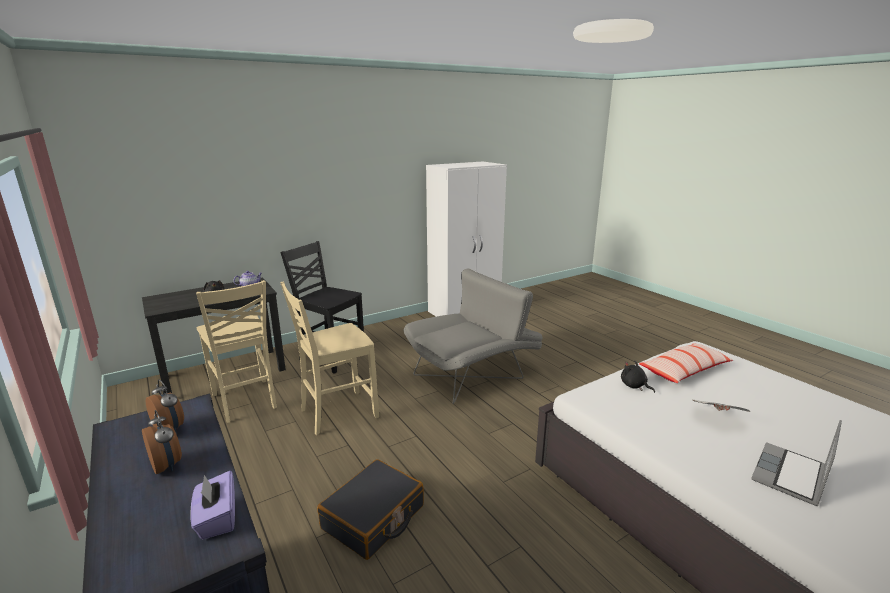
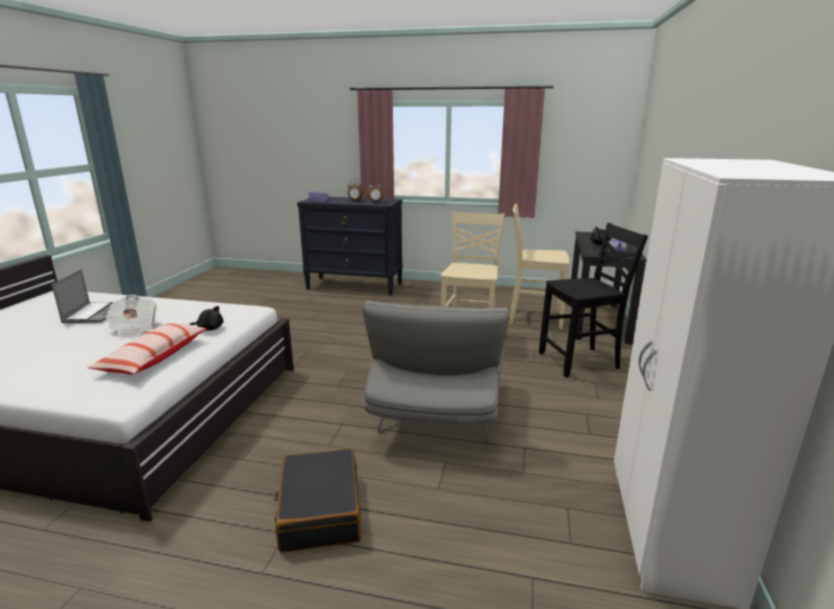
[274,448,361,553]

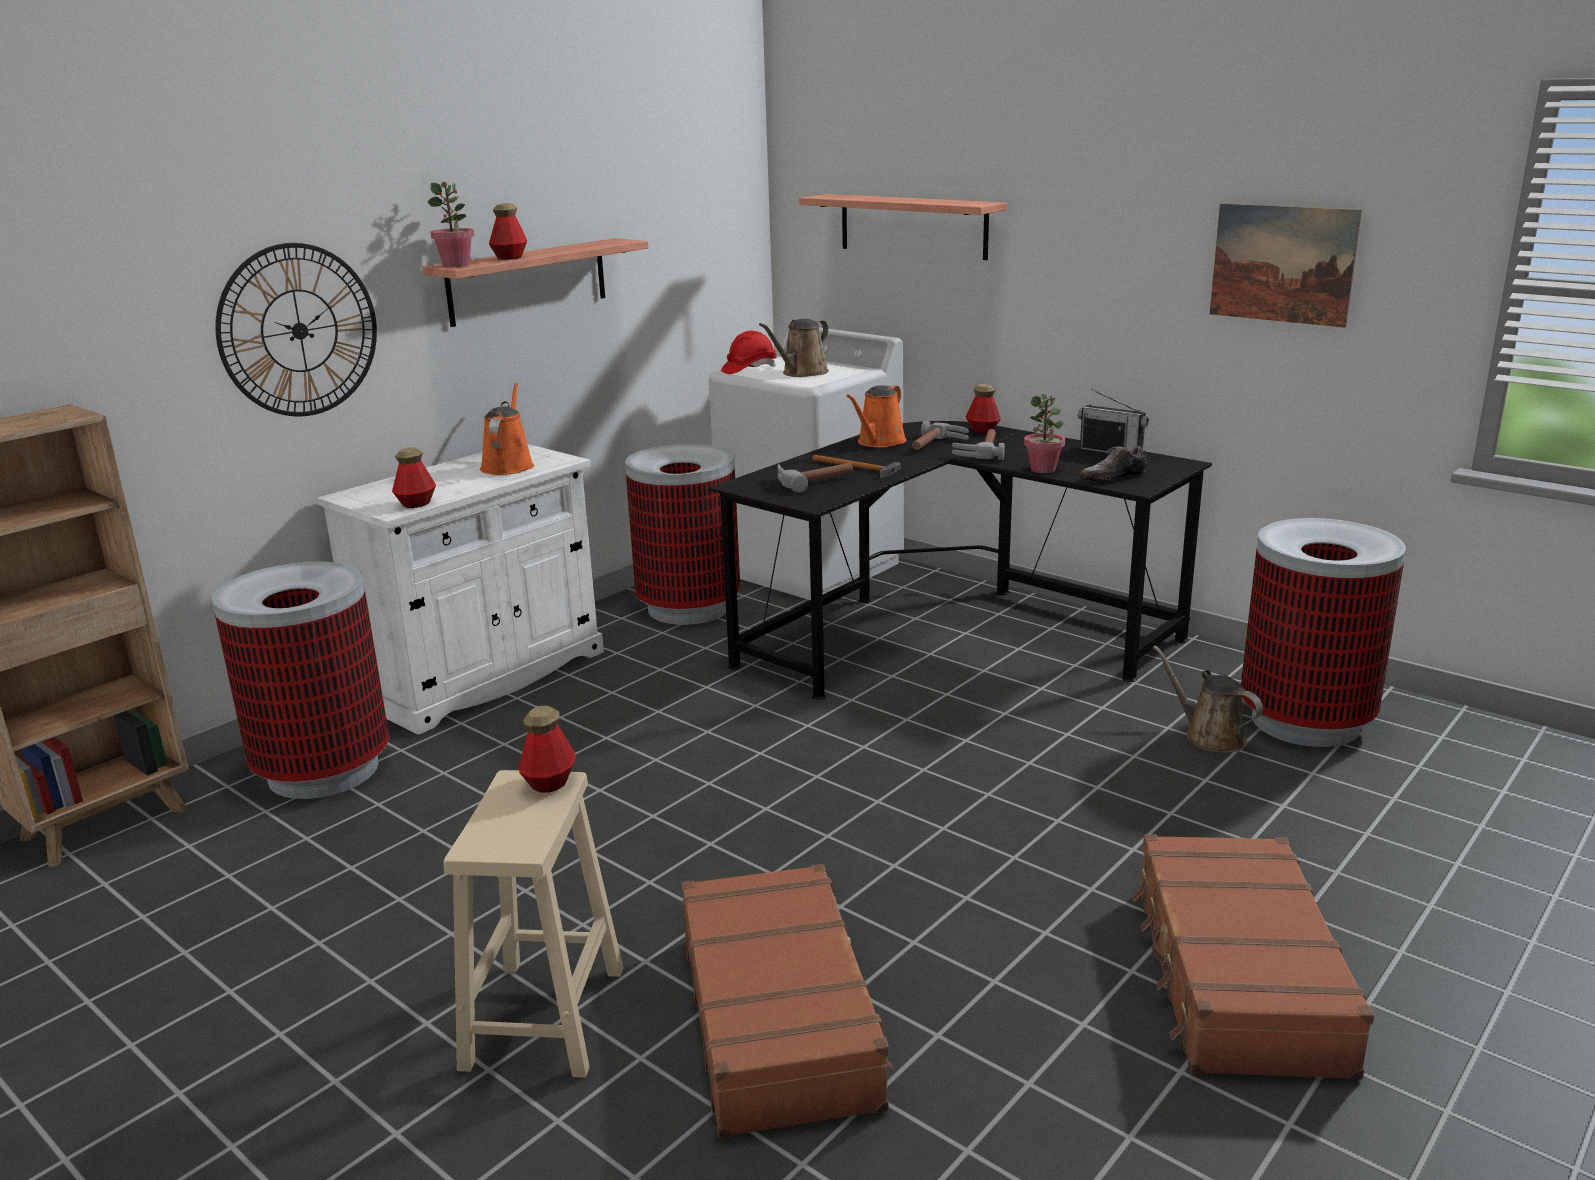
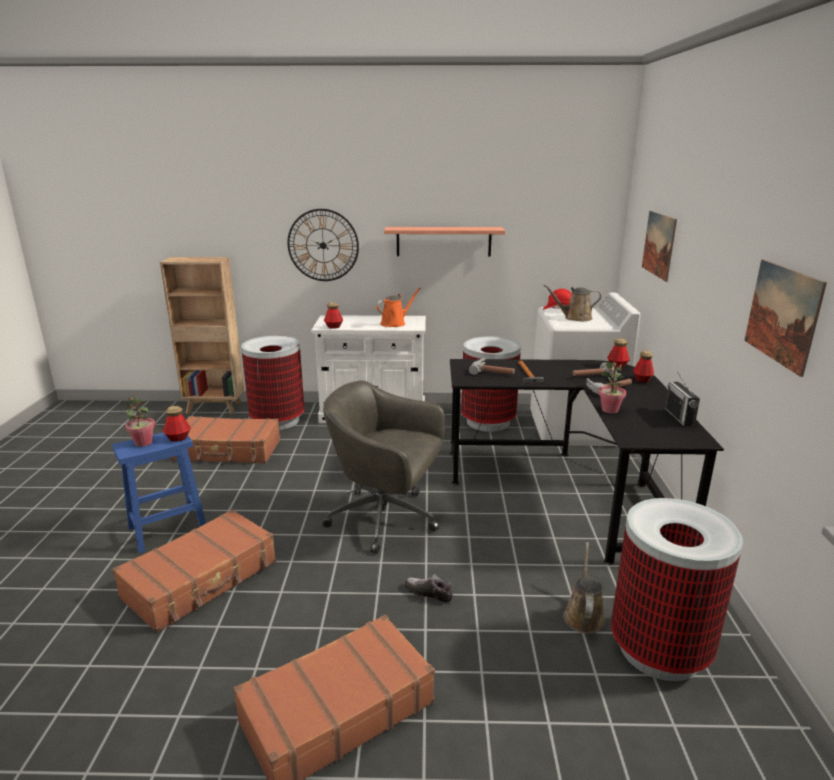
[112,432,206,553]
[125,394,155,447]
[171,416,280,464]
[323,381,445,554]
[405,574,453,602]
[607,338,630,368]
[642,211,677,282]
[847,385,906,448] (first image)

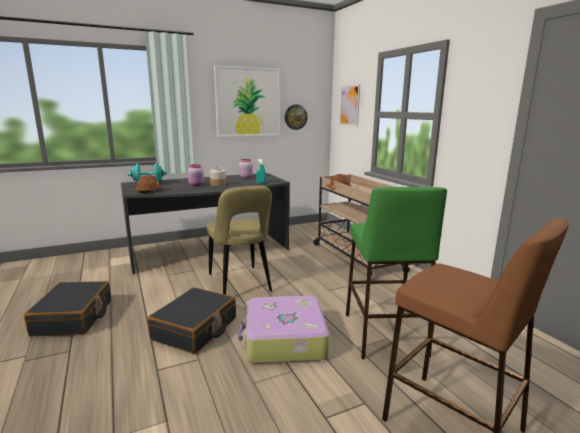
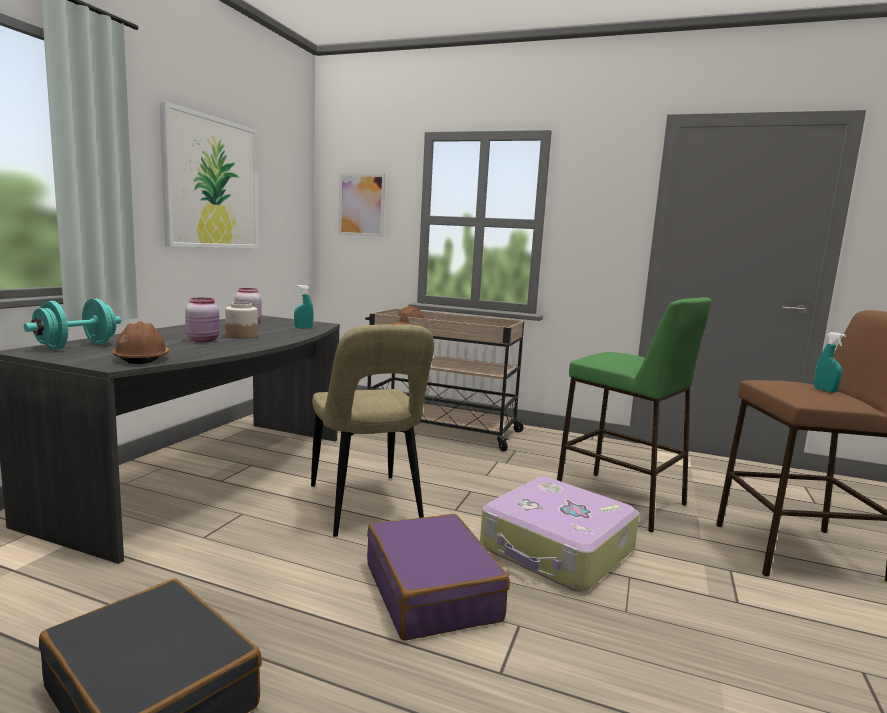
[311,324,434,537]
[367,514,510,641]
[814,332,846,393]
[285,104,308,130] (first image)

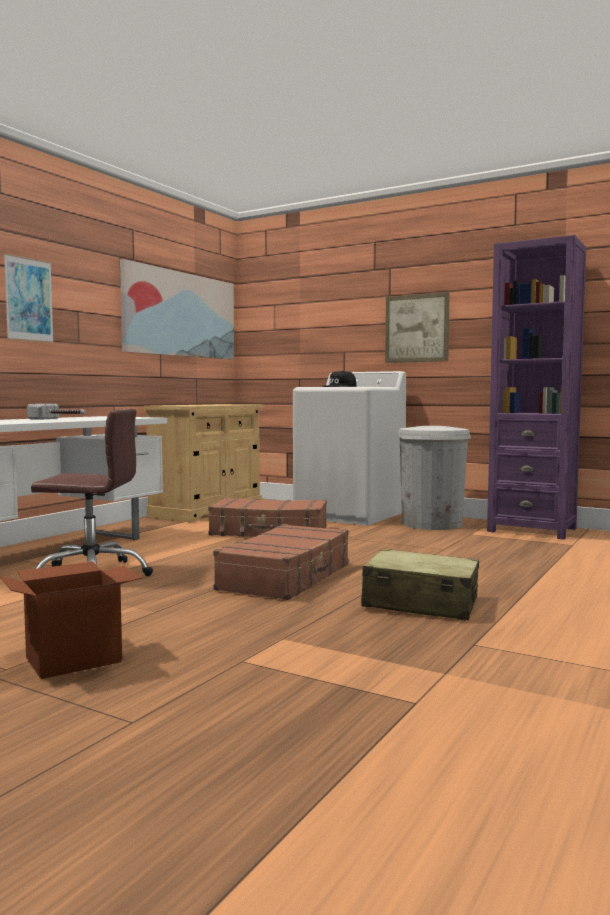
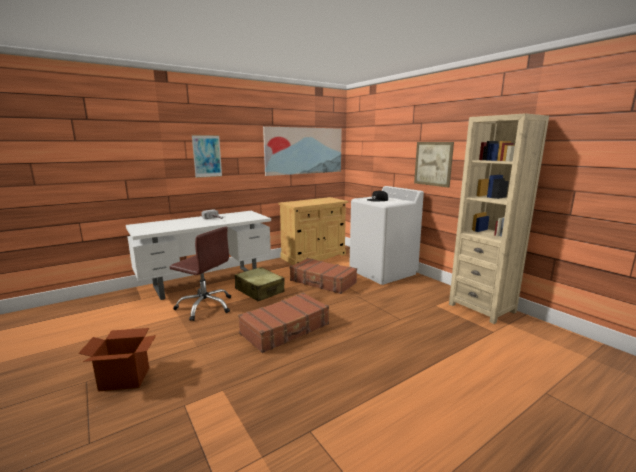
[235,267,285,301]
[449,113,549,324]
[397,426,471,530] (first image)

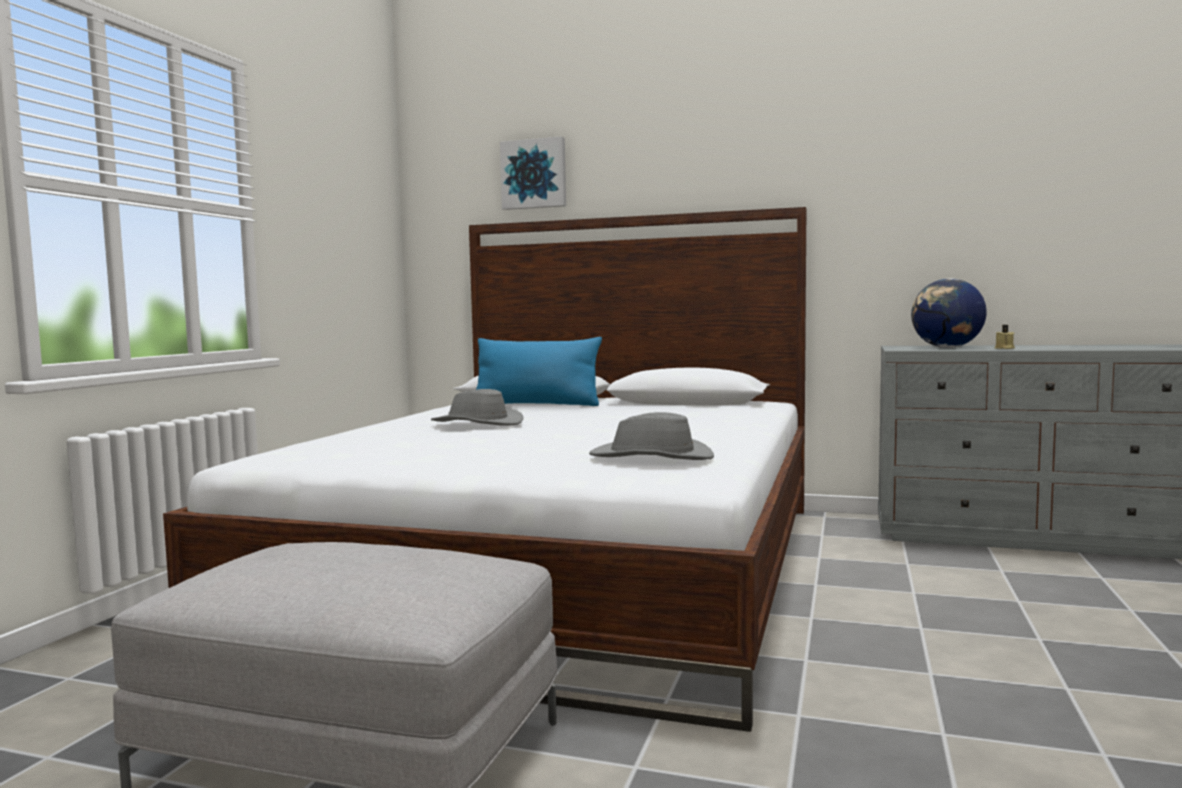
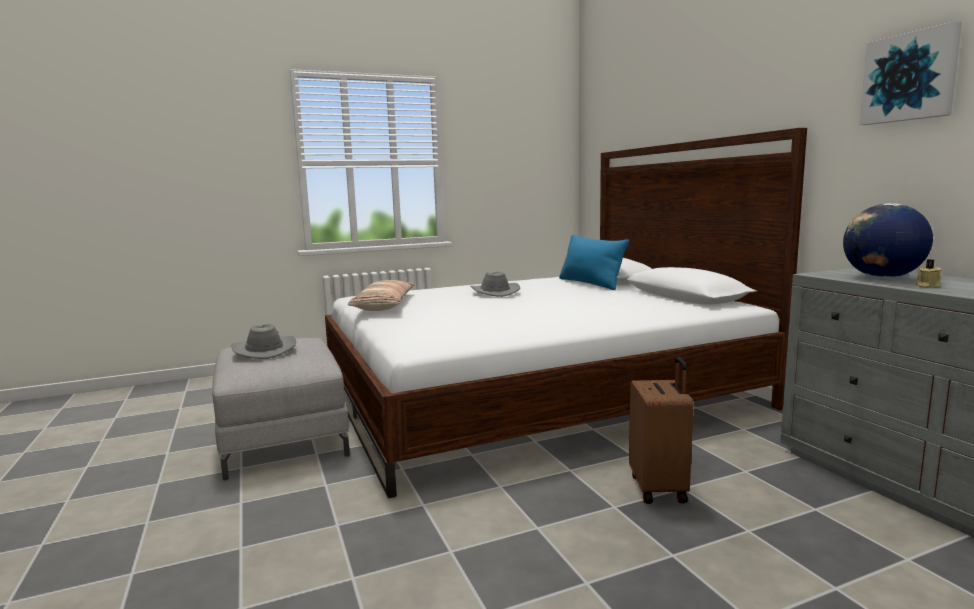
[231,324,296,359]
[348,280,414,311]
[629,357,693,504]
[860,21,962,125]

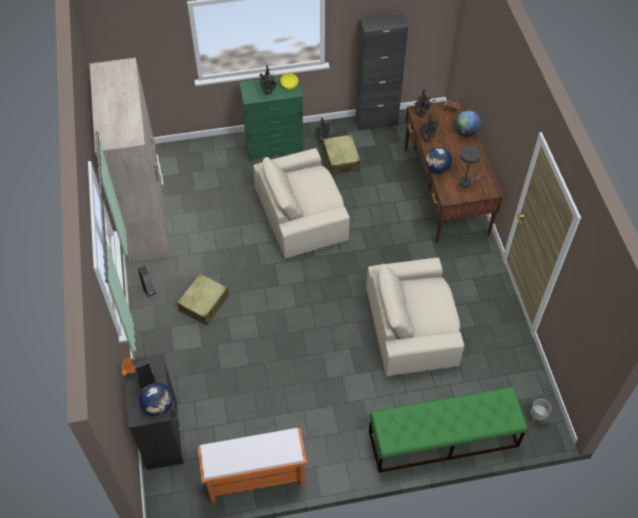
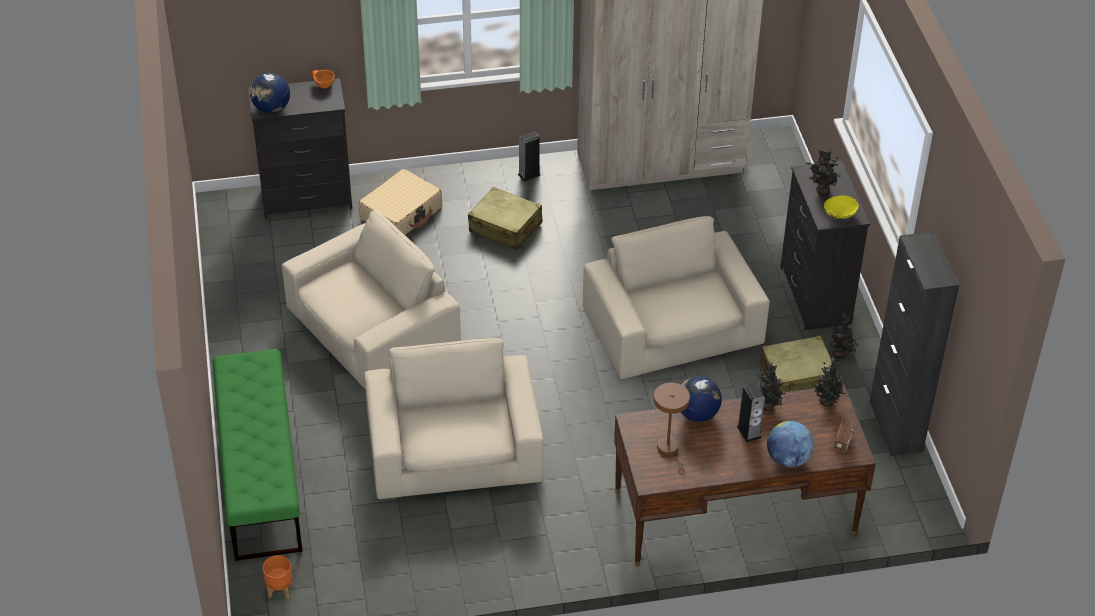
[263,555,293,599]
[282,210,461,389]
[359,169,442,235]
[654,382,690,475]
[737,382,765,443]
[780,161,870,330]
[198,428,307,503] (first image)

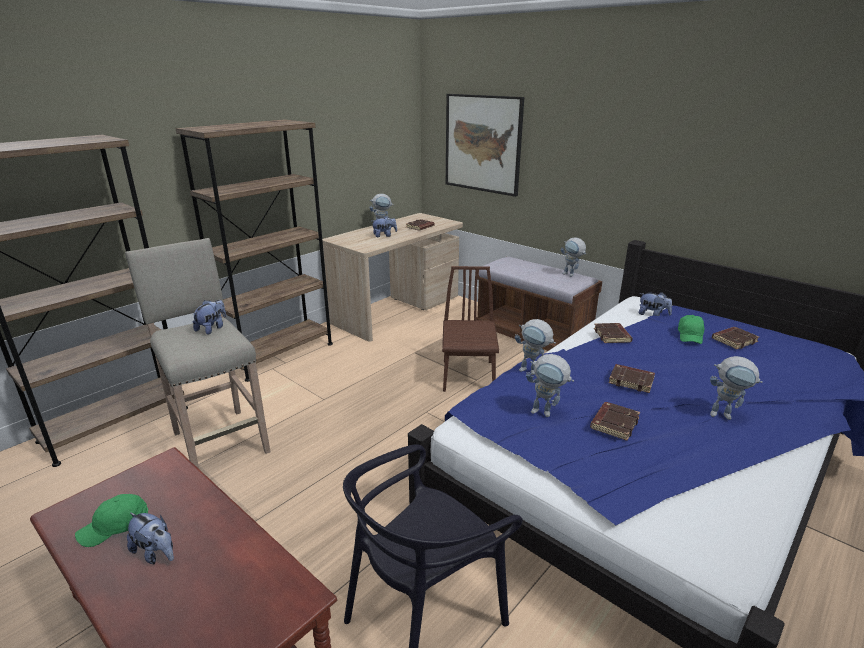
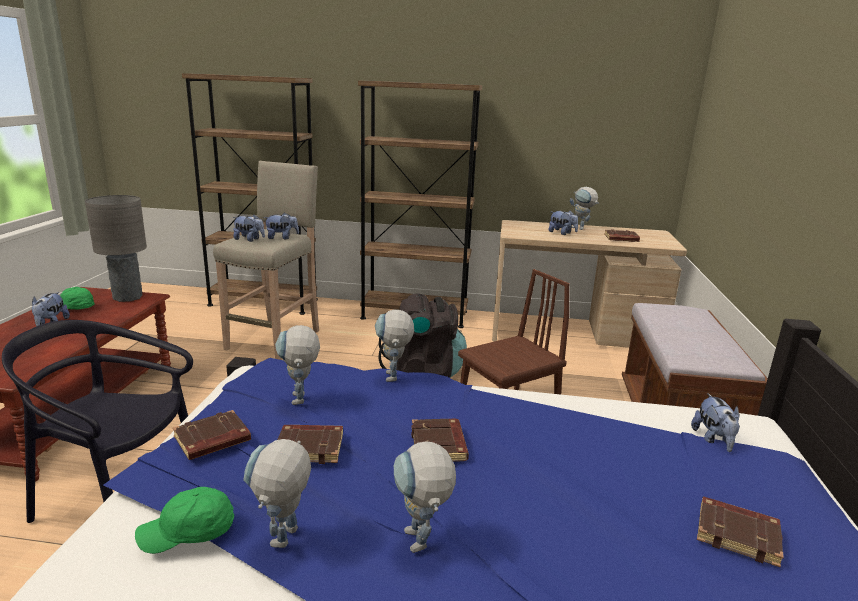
[85,195,147,302]
[135,487,234,554]
[173,410,251,460]
[233,214,265,242]
[243,439,311,548]
[378,293,467,378]
[446,94,524,197] (first image)

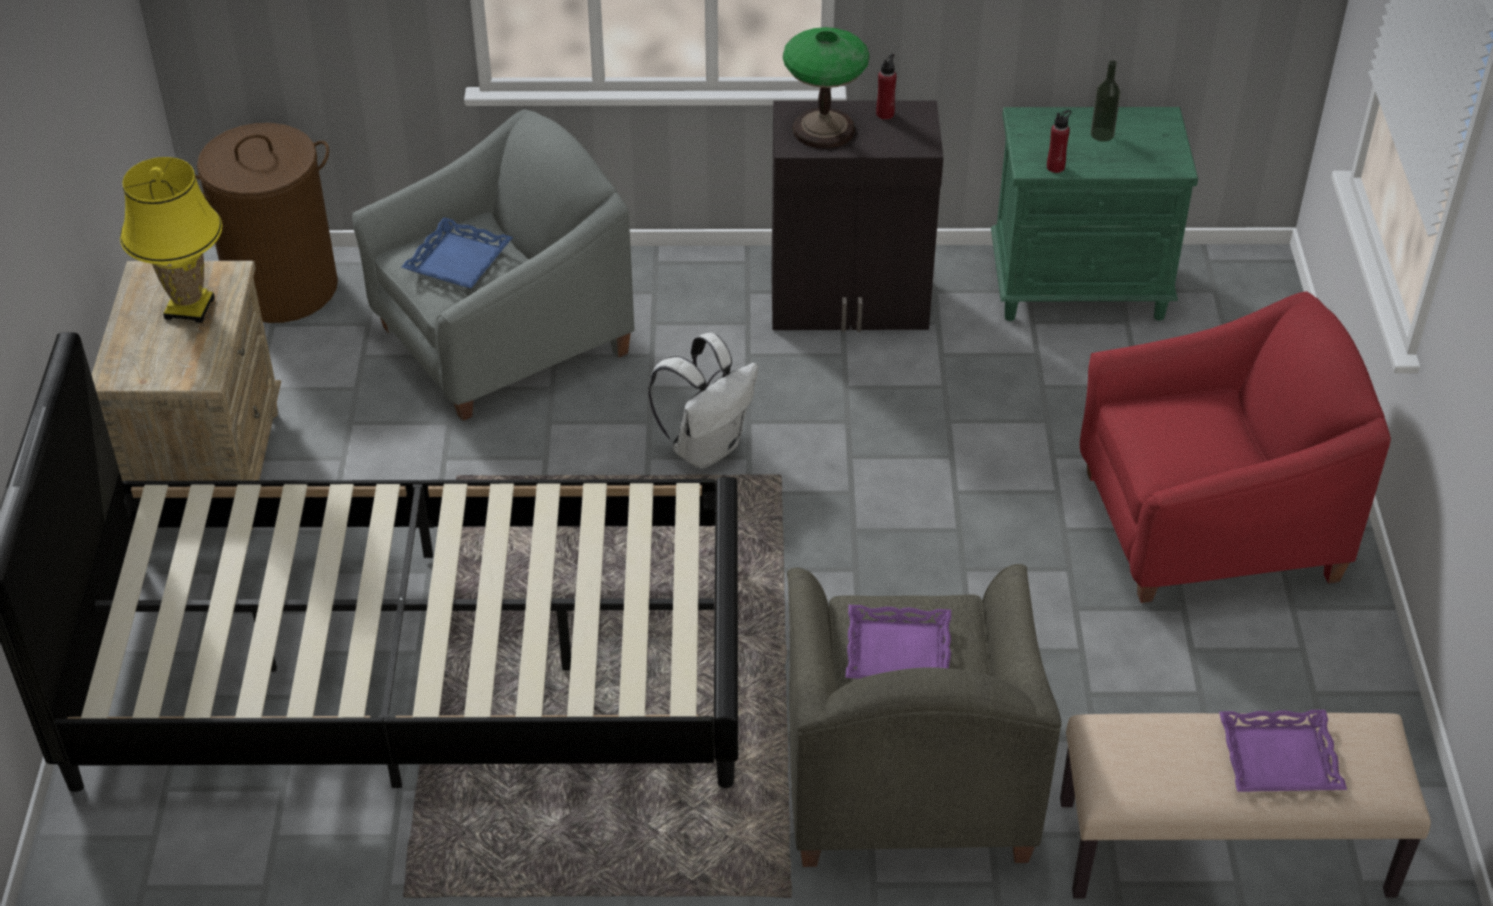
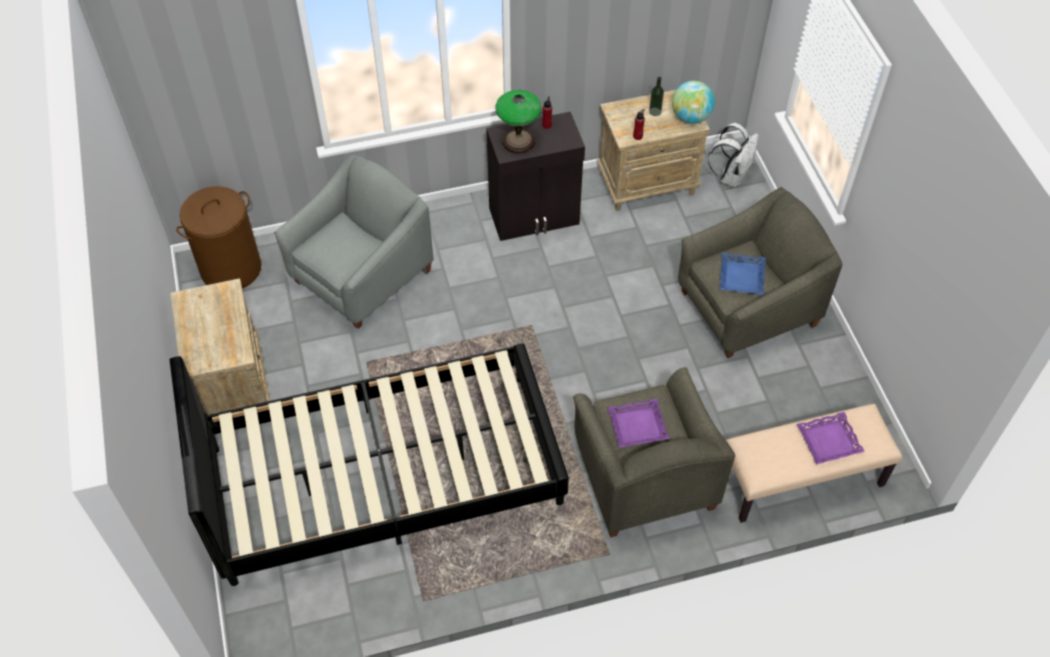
[596,90,710,211]
[672,81,715,124]
[678,187,843,358]
[708,123,759,188]
[719,252,766,295]
[120,157,222,323] (first image)

